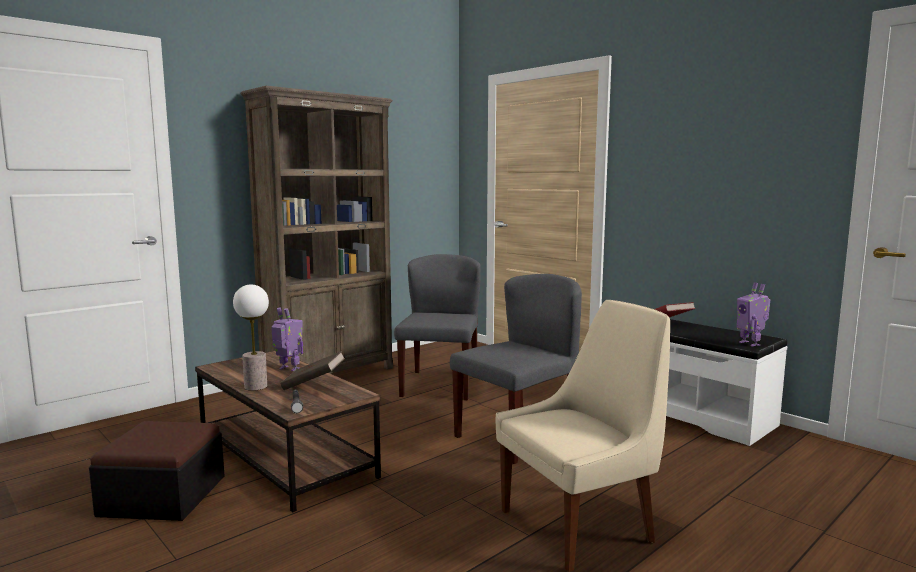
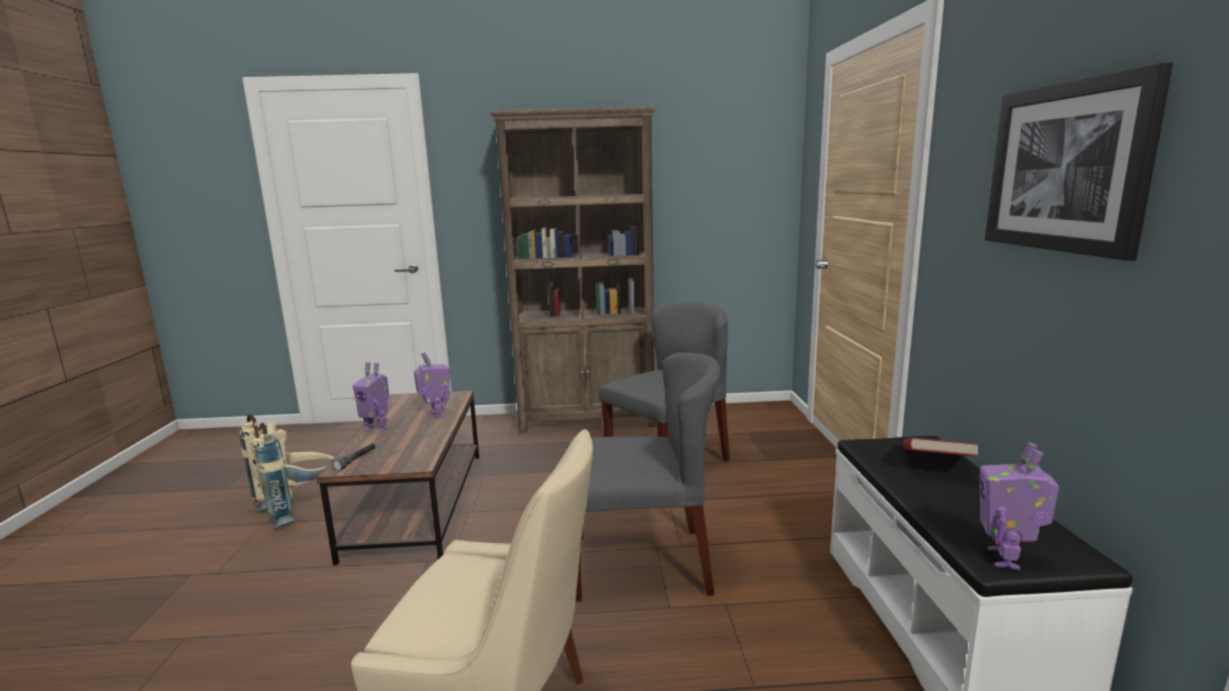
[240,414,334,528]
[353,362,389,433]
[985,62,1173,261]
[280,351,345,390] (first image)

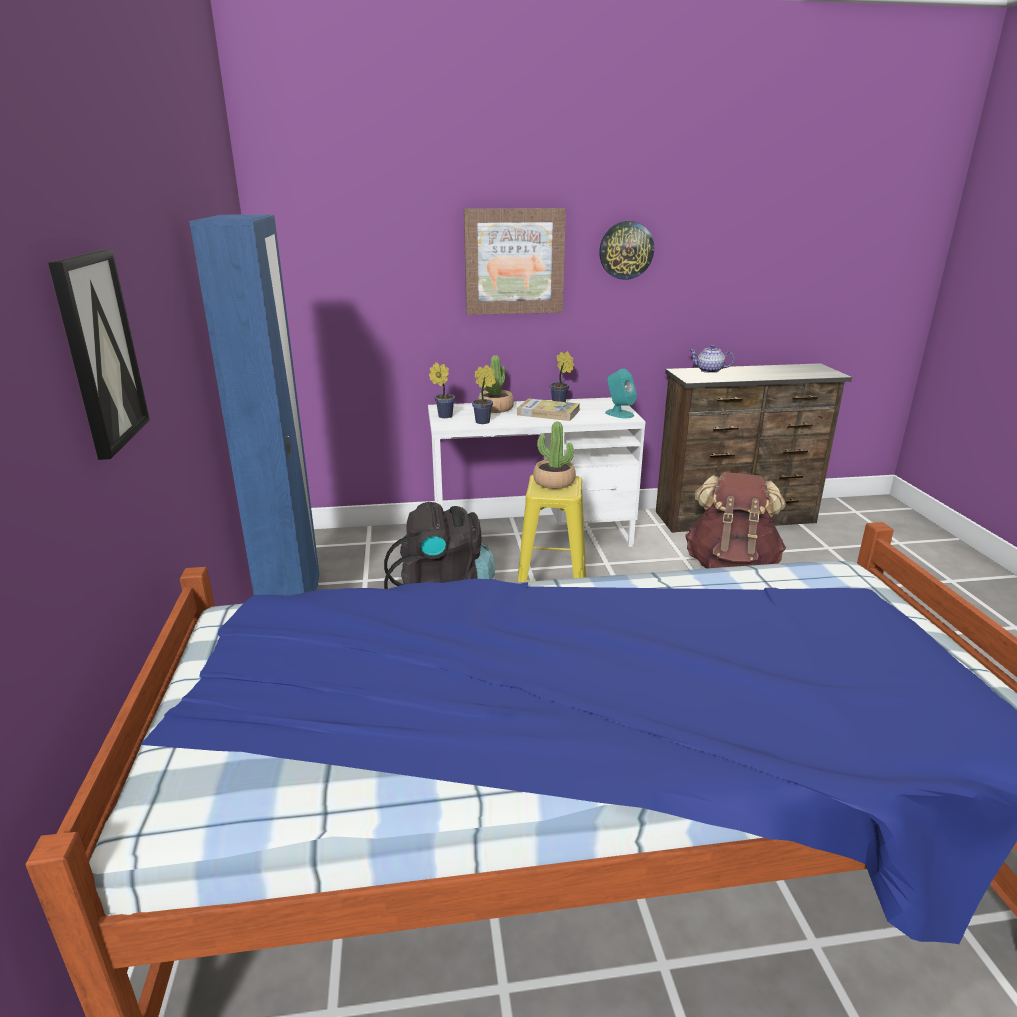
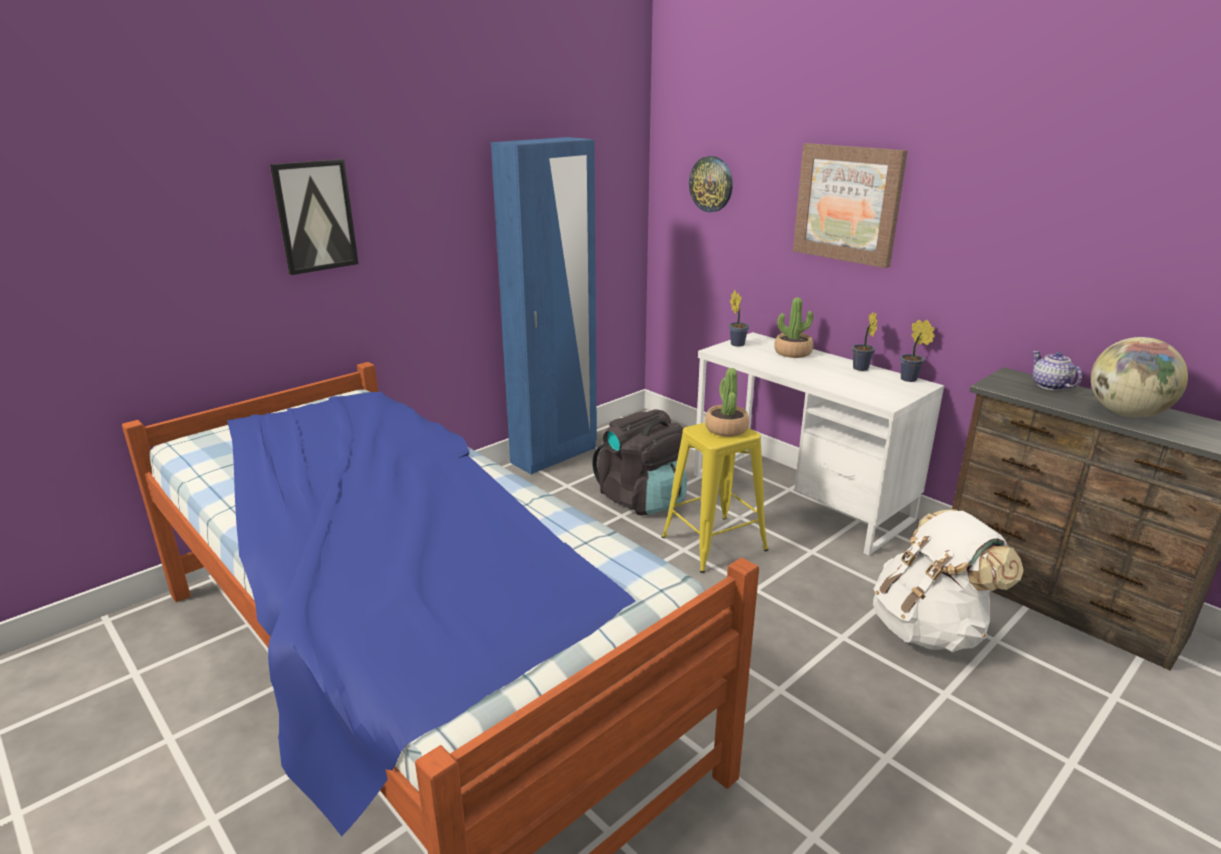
[689,156,733,212]
[873,509,1024,652]
[900,320,935,382]
[1091,337,1188,418]
[517,398,580,421] (first image)
[605,369,637,418] (first image)

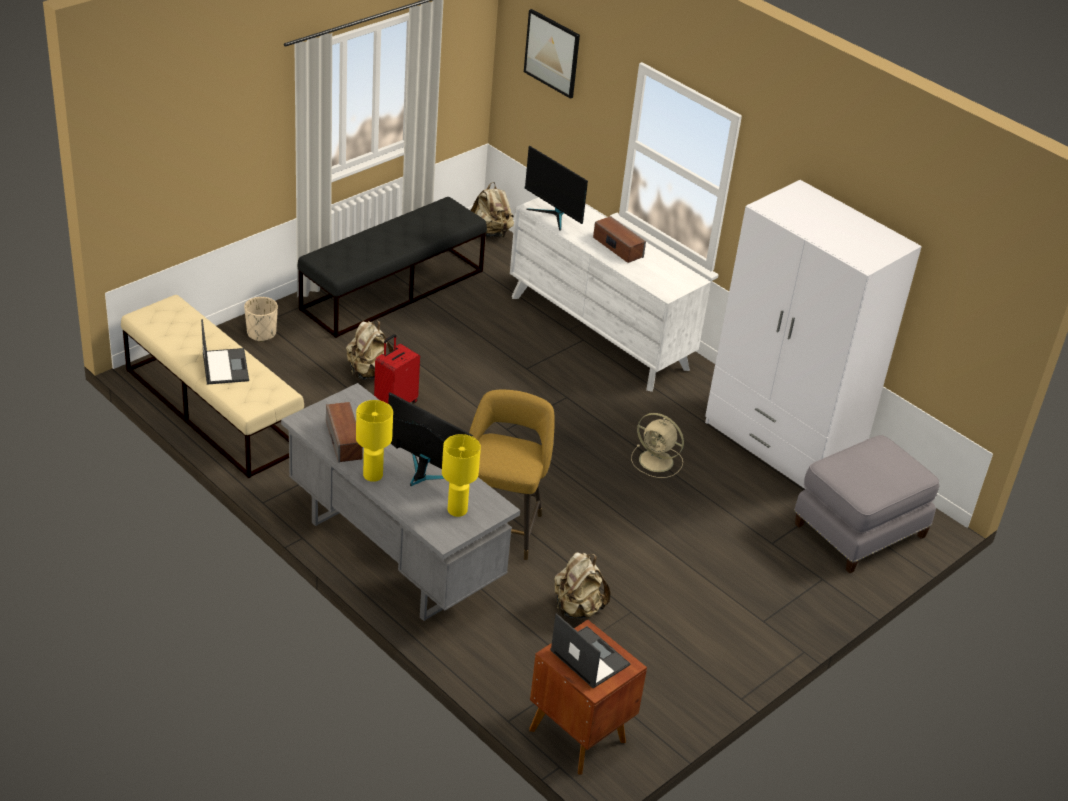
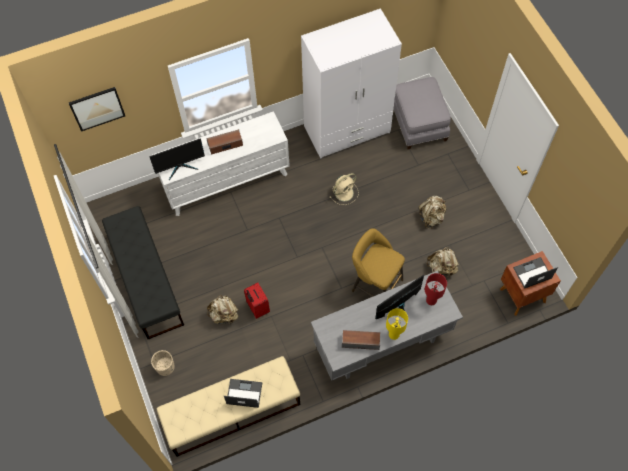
[419,196,447,229]
[425,273,447,305]

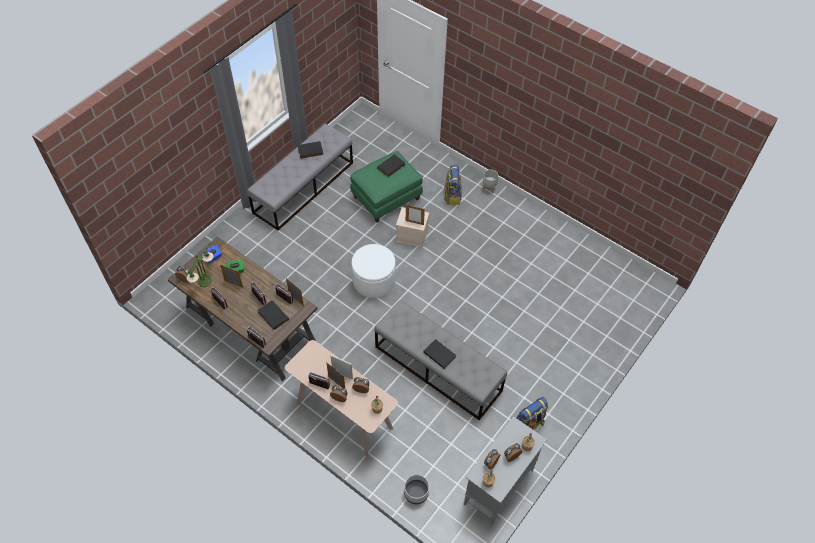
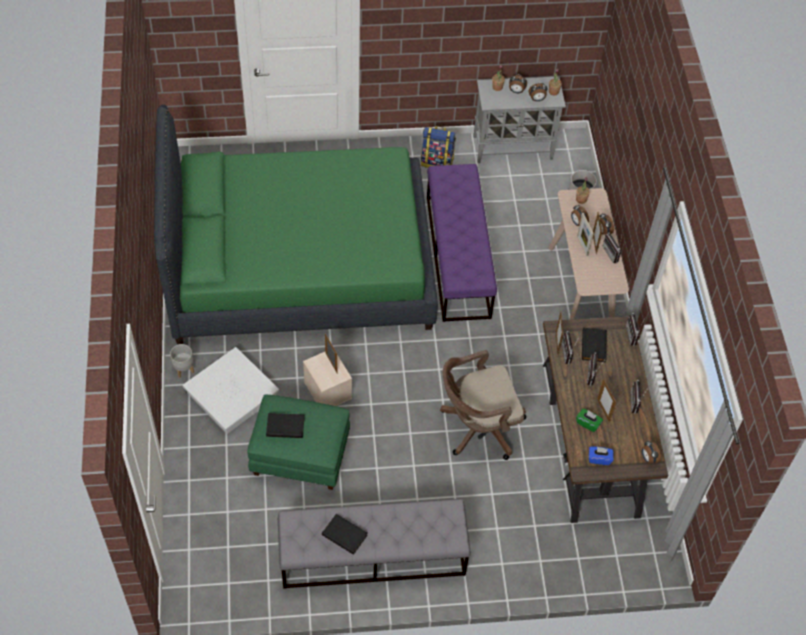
[154,105,438,344]
[183,347,279,434]
[427,164,497,322]
[440,350,526,460]
[185,243,214,287] (first image)
[351,244,396,298] (first image)
[423,339,456,369] (first image)

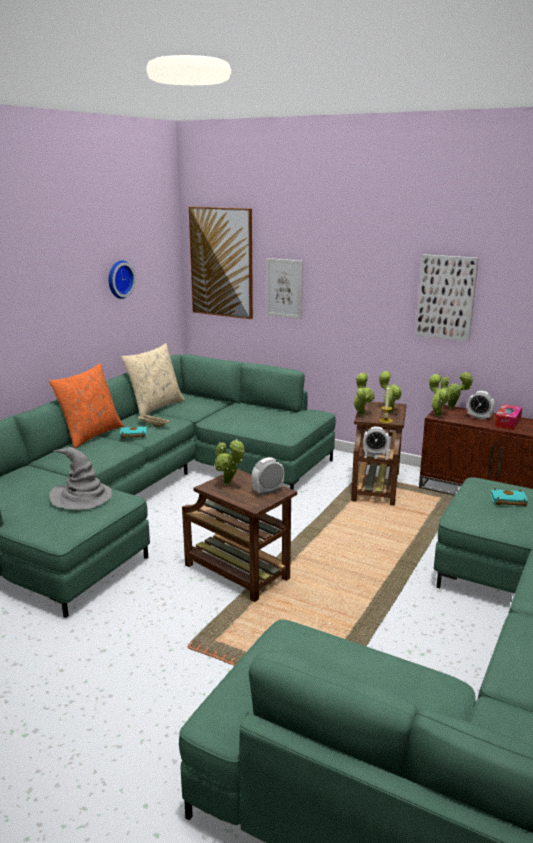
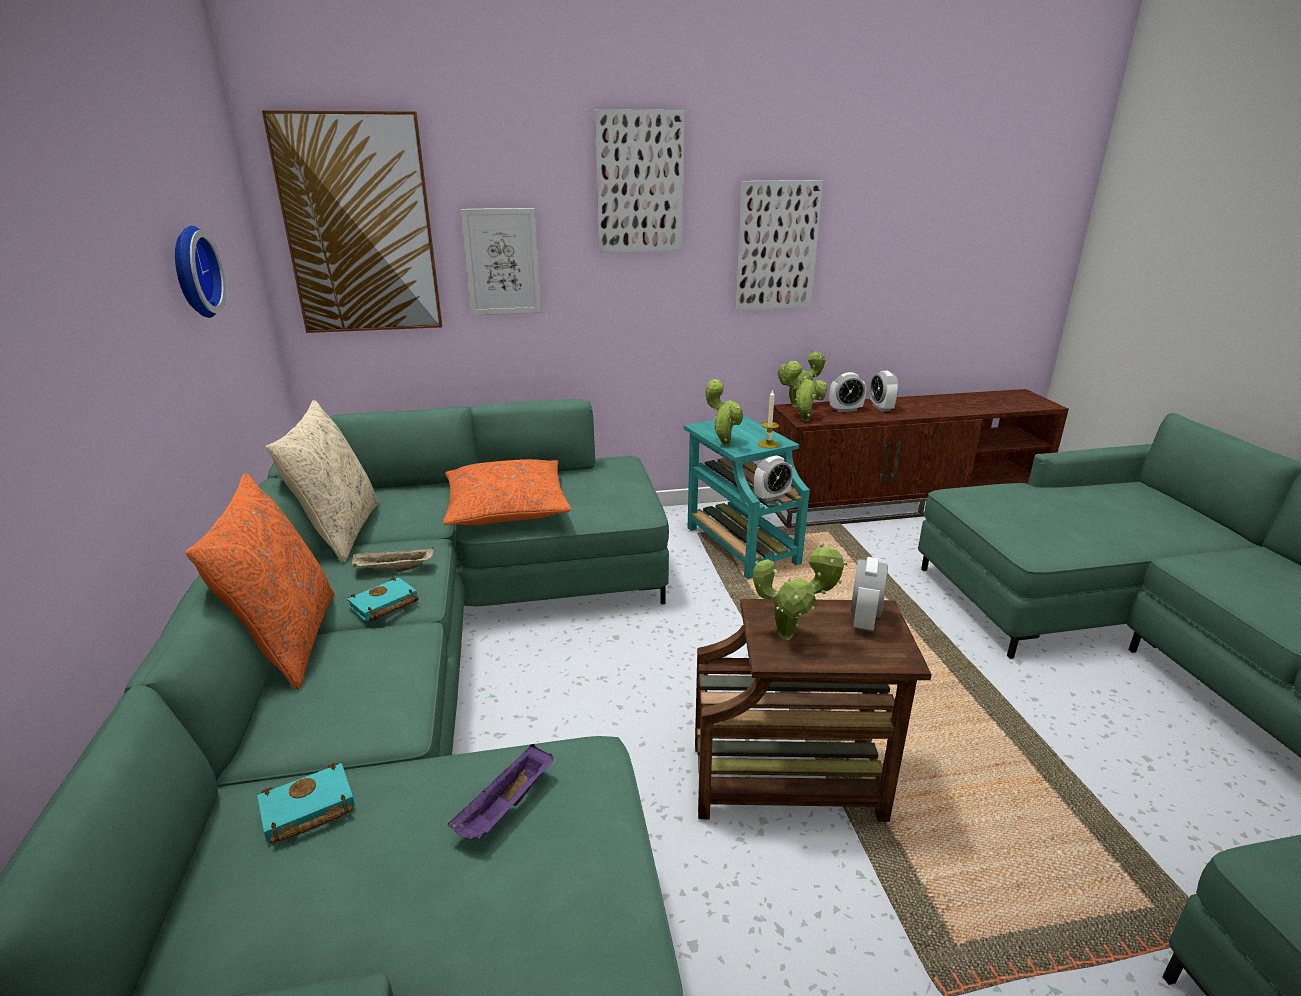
[257,762,355,844]
[443,459,571,525]
[448,744,553,840]
[595,109,685,253]
[684,415,810,579]
[870,371,899,412]
[379,371,402,413] (first image)

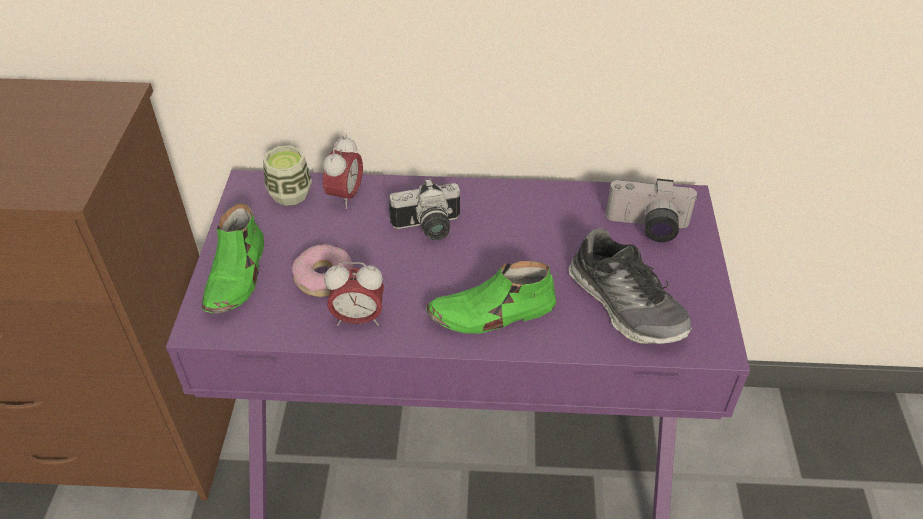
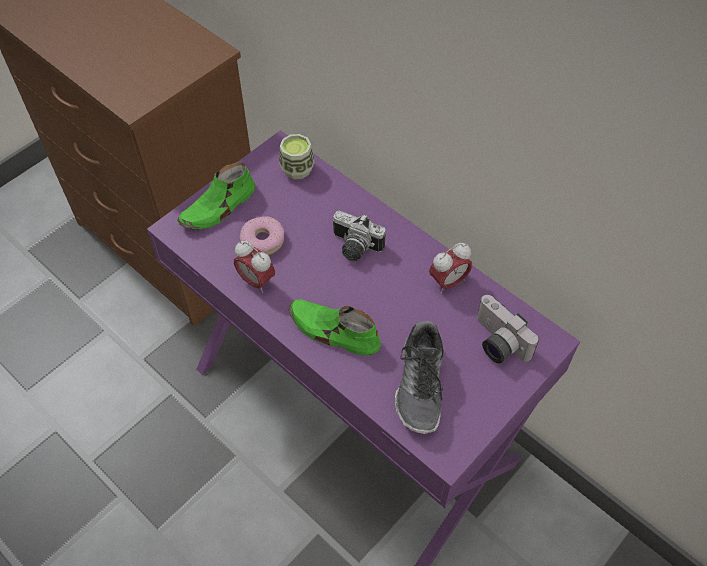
[429,243,472,294]

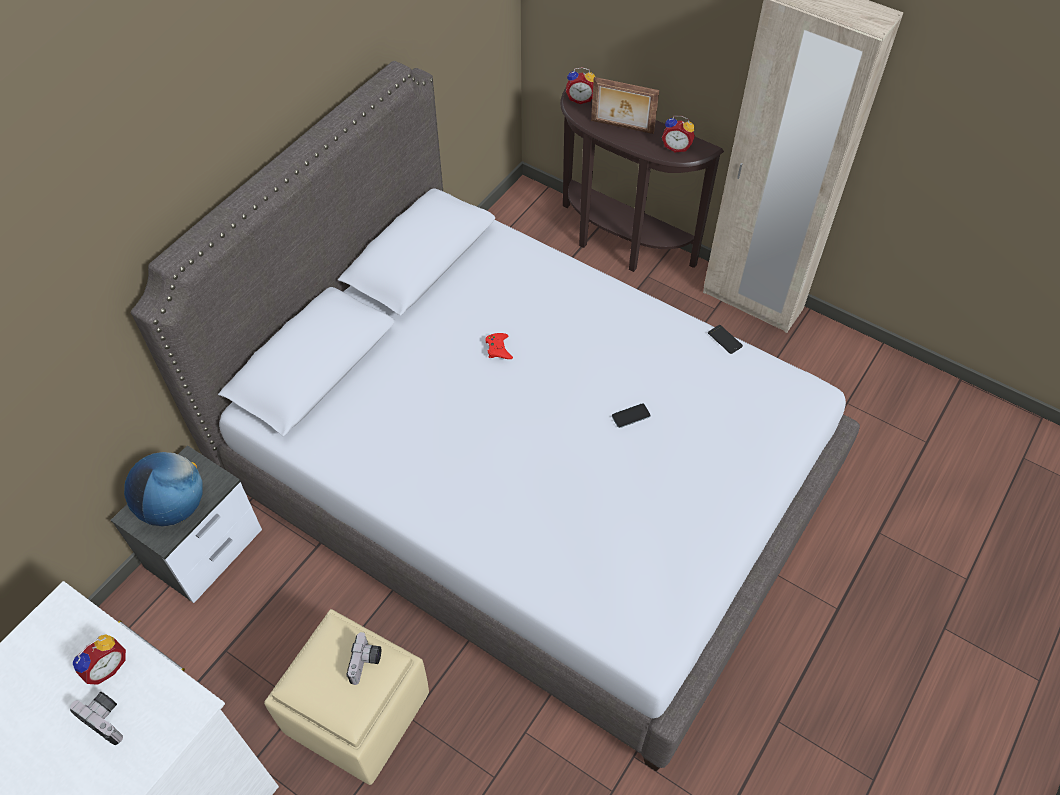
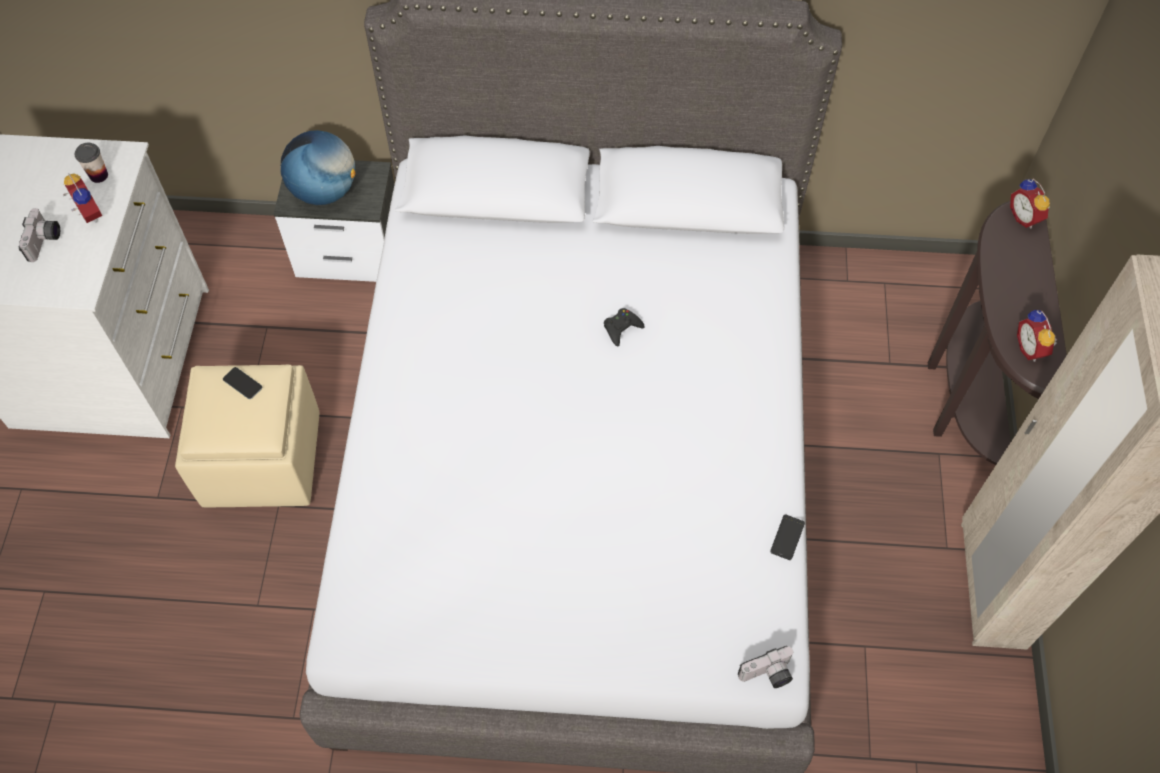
[63,173,102,223]
[75,143,108,183]
[223,367,262,399]
[604,308,644,347]
[738,646,793,688]
[591,77,659,134] (first image)

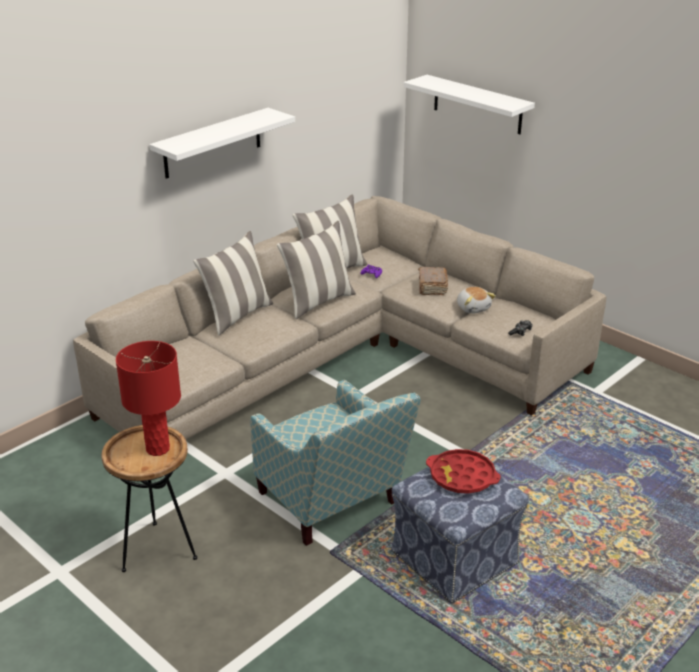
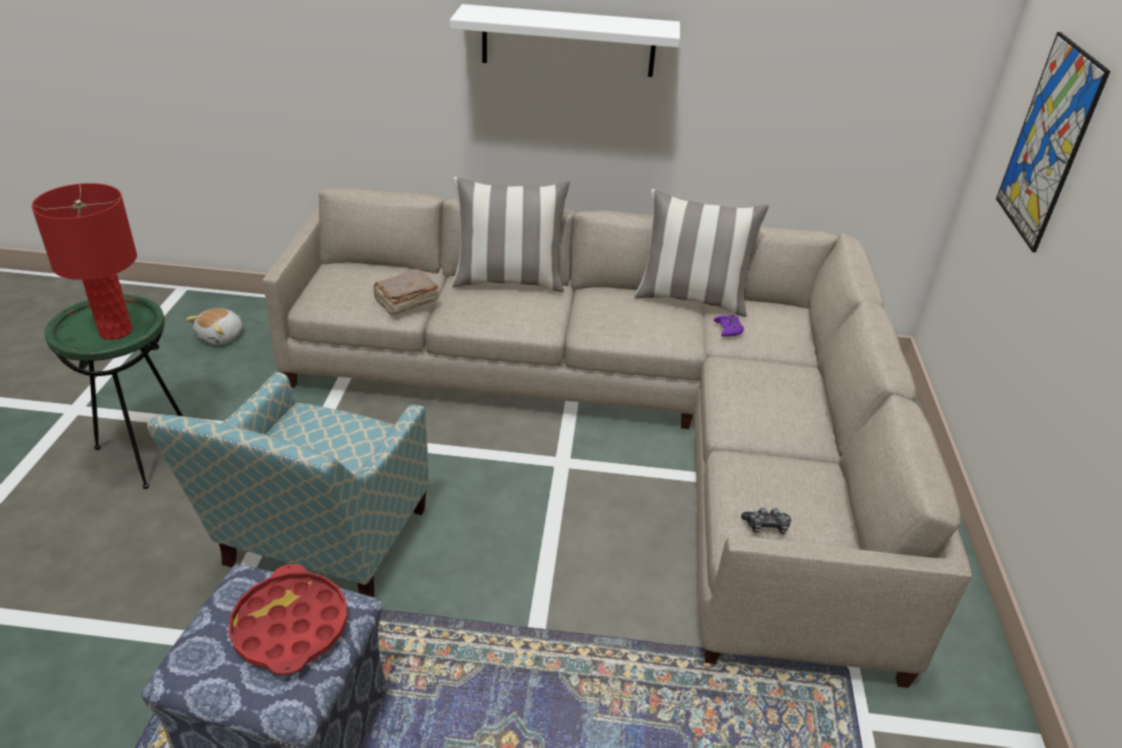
[45,295,183,489]
[186,308,242,345]
[373,269,439,316]
[996,32,1110,252]
[277,221,356,319] (first image)

